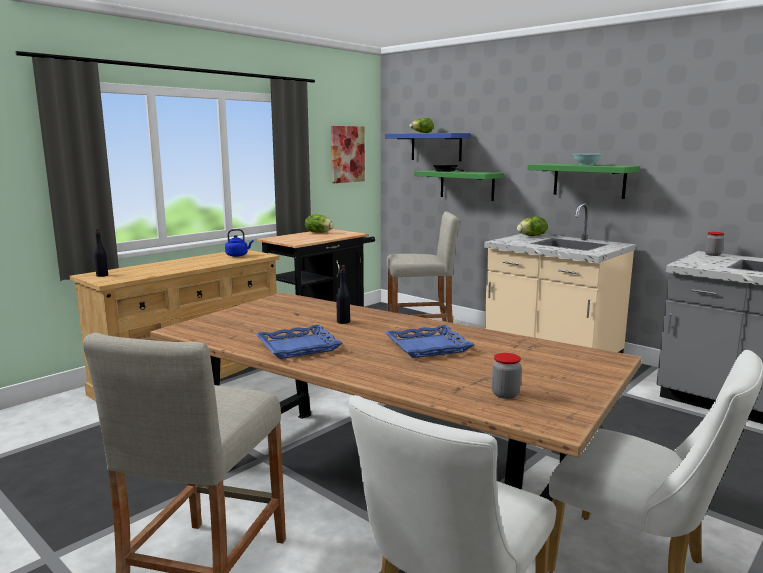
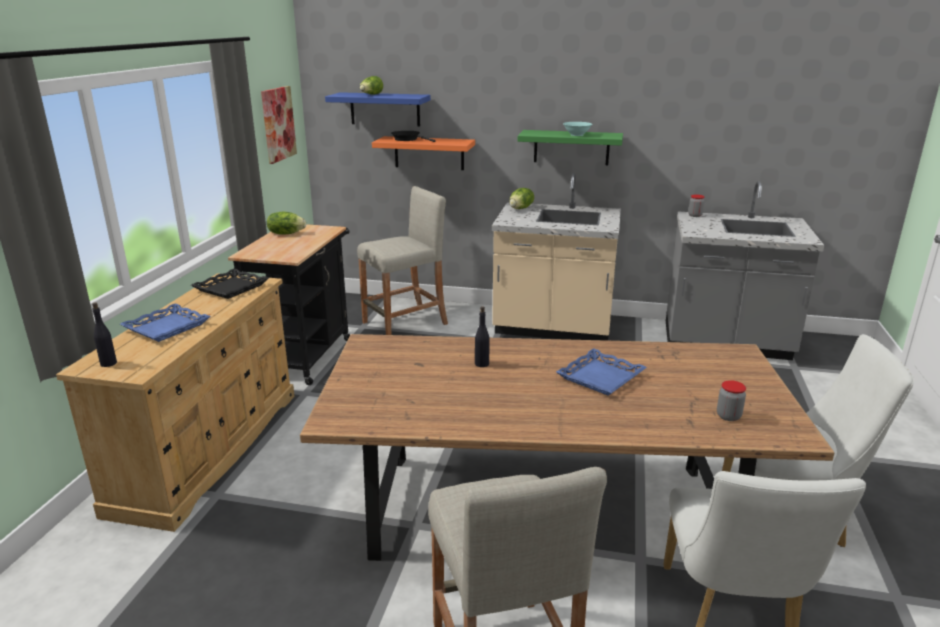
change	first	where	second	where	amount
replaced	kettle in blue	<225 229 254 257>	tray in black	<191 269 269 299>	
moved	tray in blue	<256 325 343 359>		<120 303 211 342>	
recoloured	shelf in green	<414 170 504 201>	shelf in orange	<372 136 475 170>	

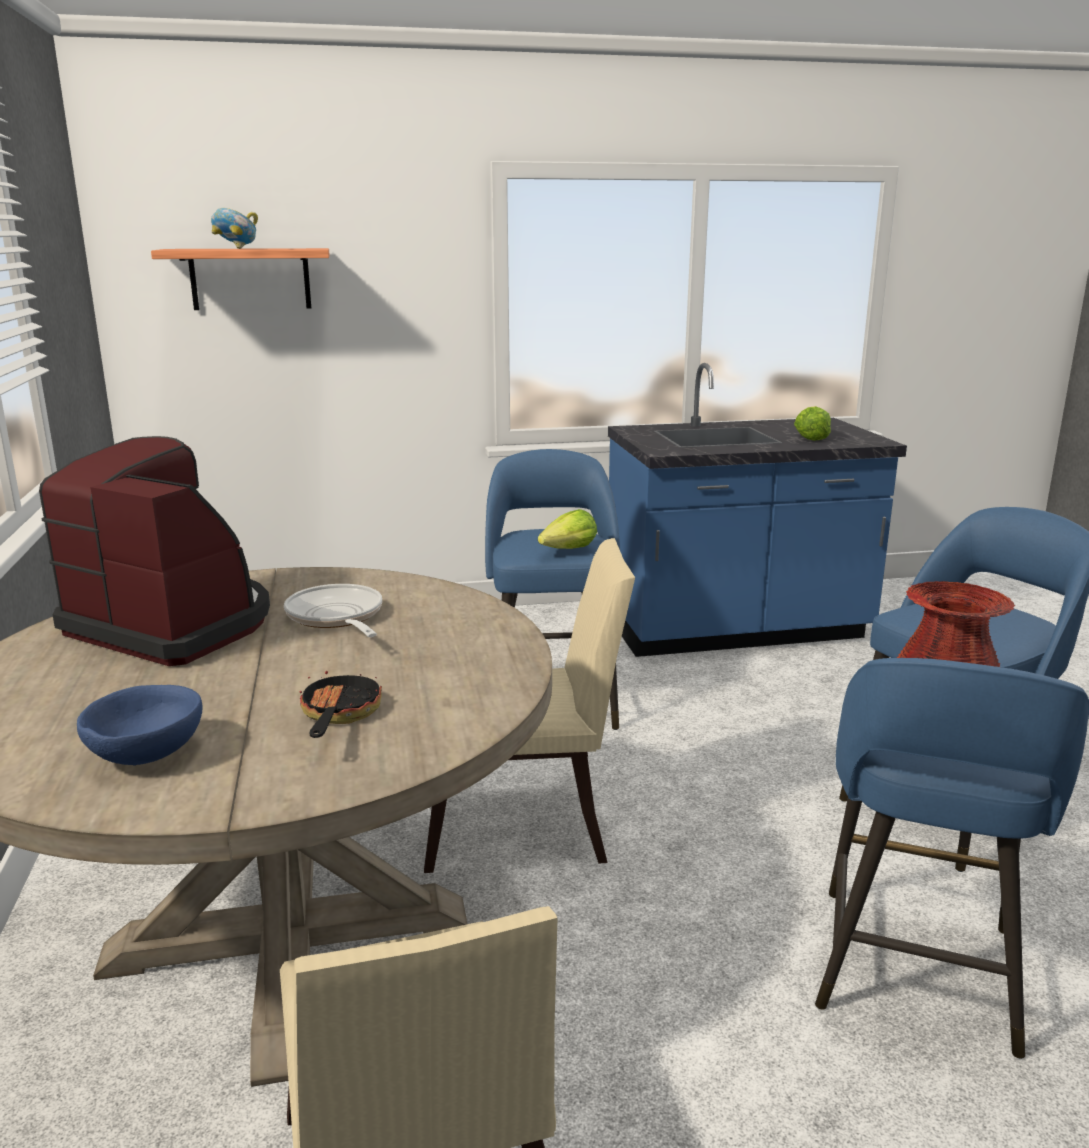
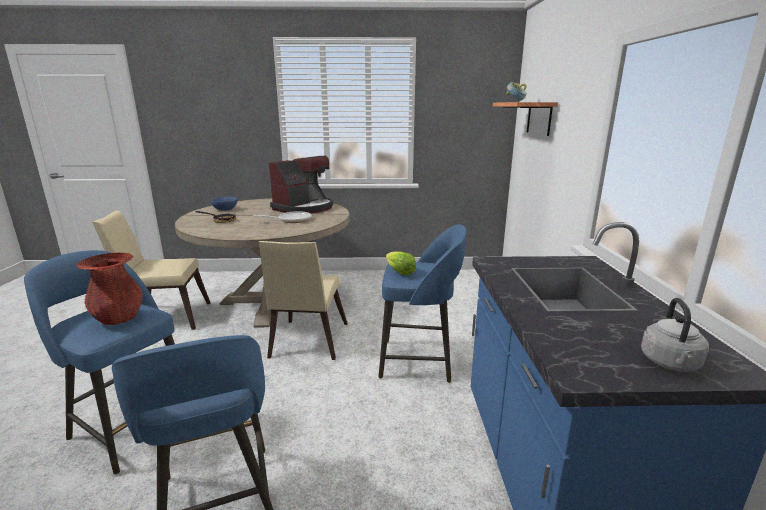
change	first	where	second	where	amount
removed	lettuce	<794 406 831 441>			
added			kettle in grey	<641 298 709 372>	

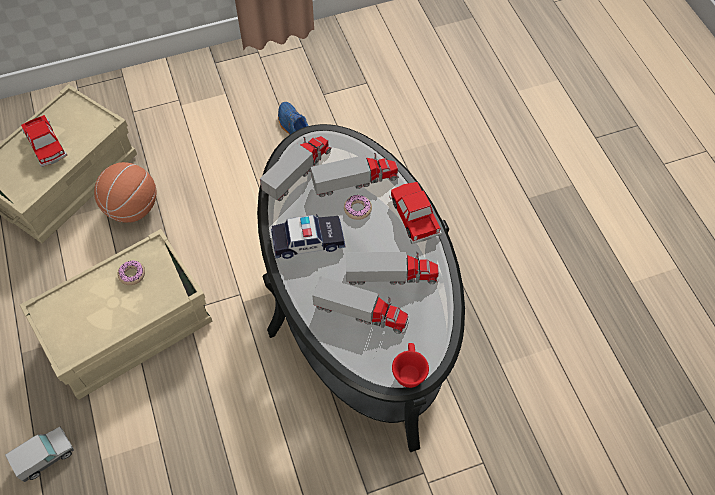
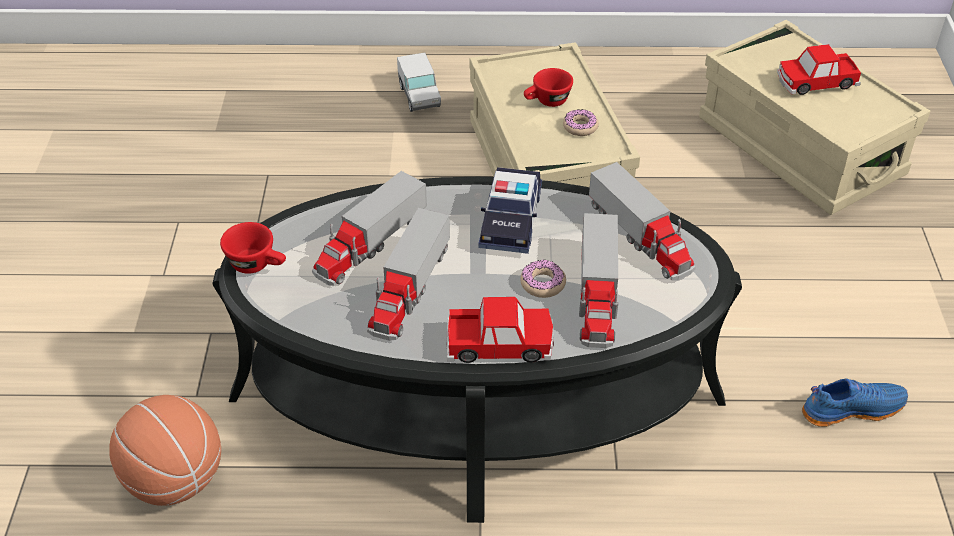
change	first	where	second	where	amount
moved	basketball	<94 162 157 223>		<109 395 221 506>	
added			cup in red	<524 68 573 107>	

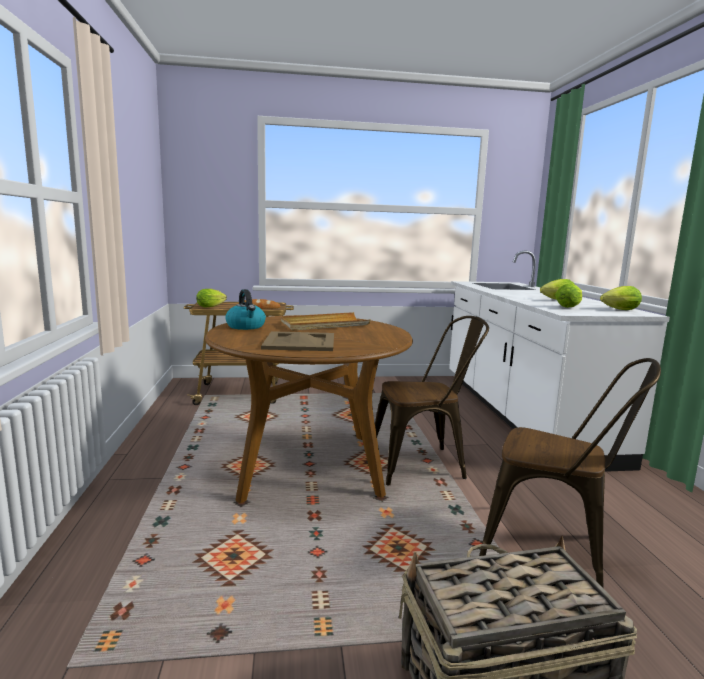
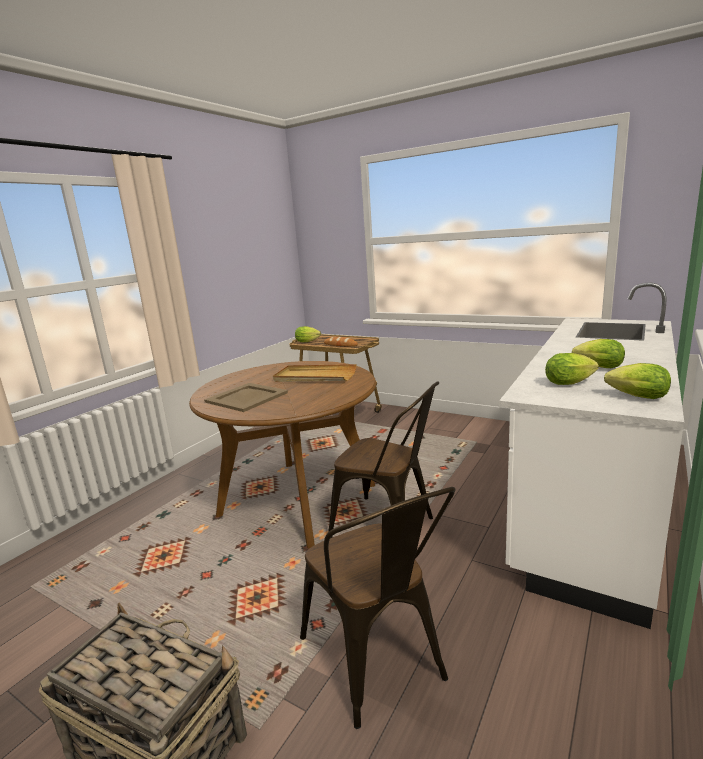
change	first	where	second	where	amount
removed	kettle	<225 289 266 330>			

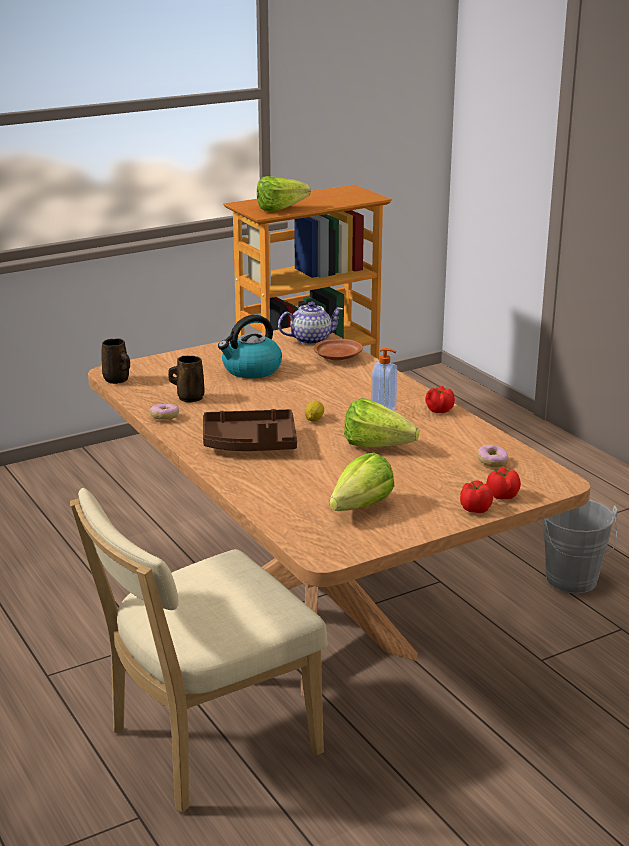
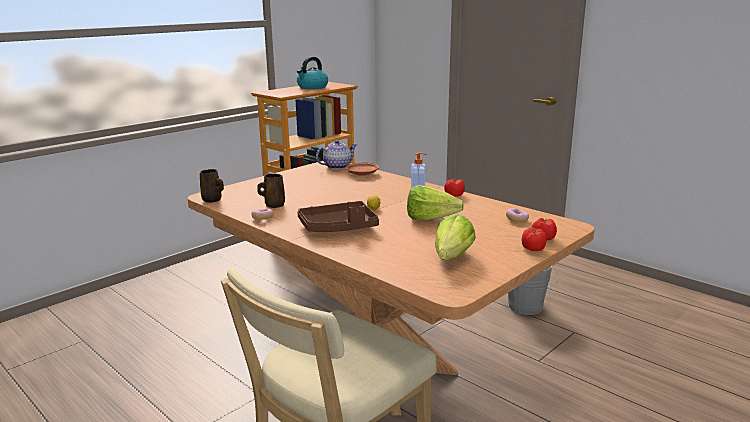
change	first	where	second	where	amount
moved	kettle	<218 315 282 379>		<297 57 328 89>	
removed	lettuce	<257 176 311 212>			

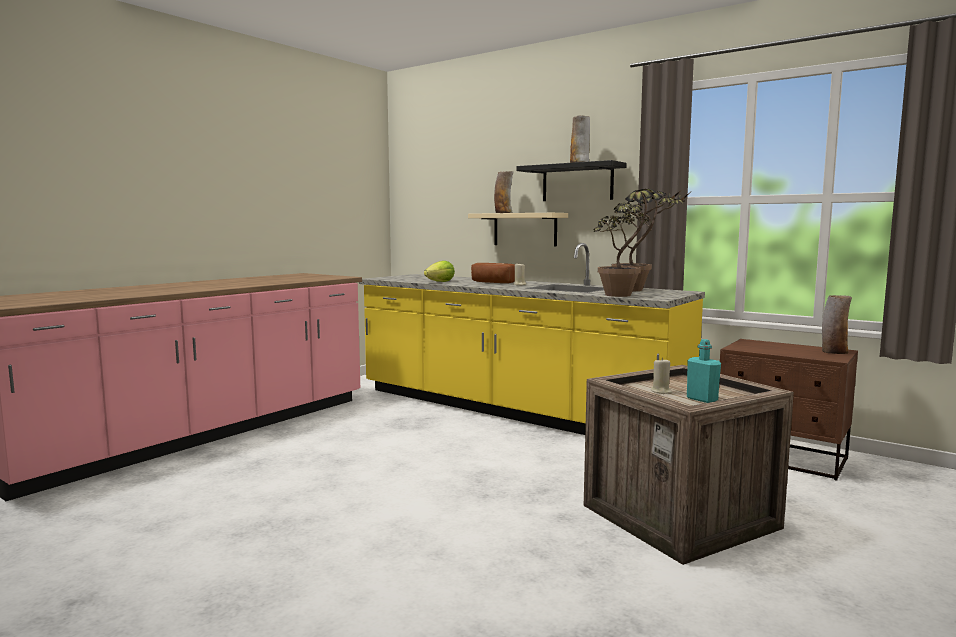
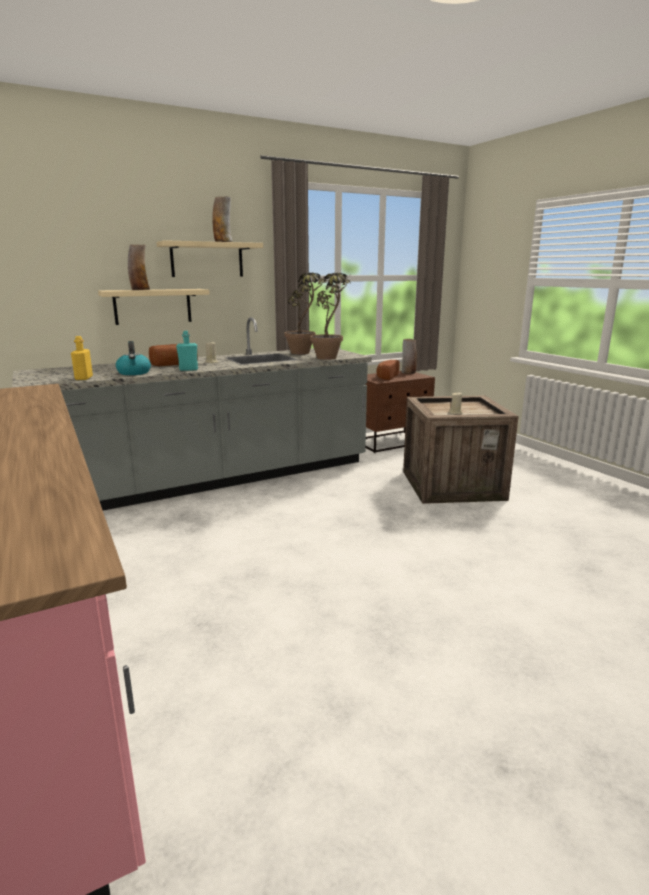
change	first	where	second	where	amount
recoloured	counter in yellow	<359 243 705 435>	counter in grey	<12 317 372 510>	
replaced	lettuce	<424 261 455 282>	kettle	<116 341 151 375>	
recoloured	shelf in black	<517 160 627 201>	shelf in beige	<156 240 263 277>	
moved	bottle in turquoise	<687 339 721 403>		<176 331 198 371>	
added			bottle in yellow	<71 336 93 380>	
added			bread	<376 360 400 380>	

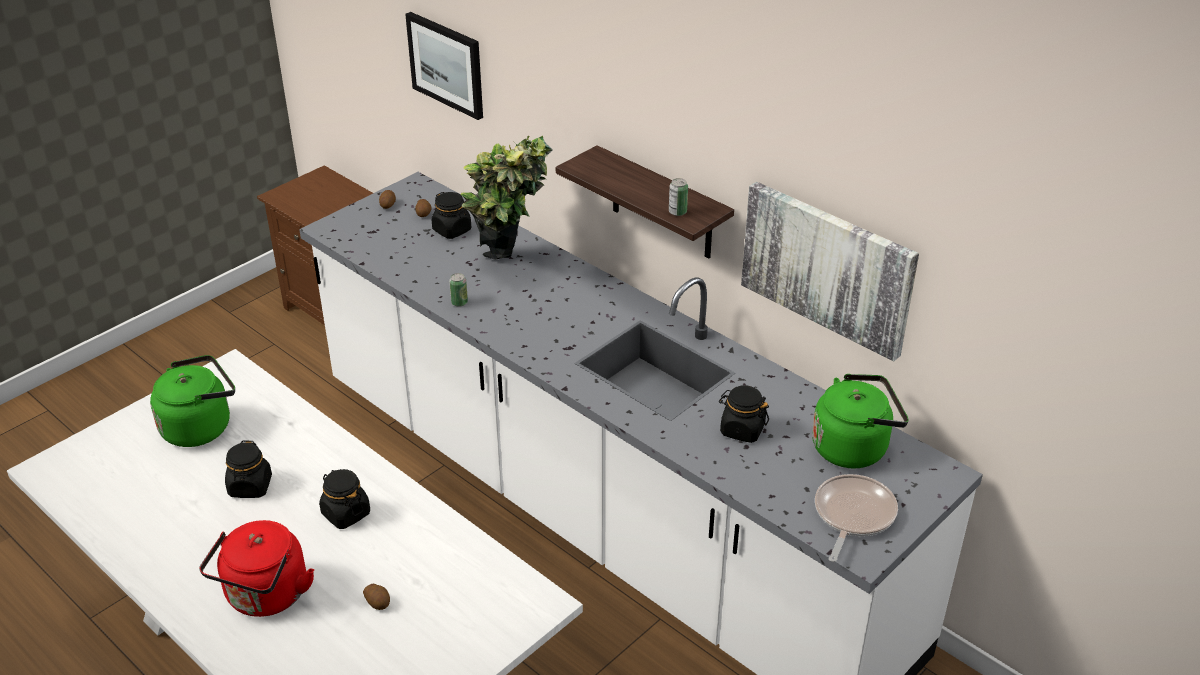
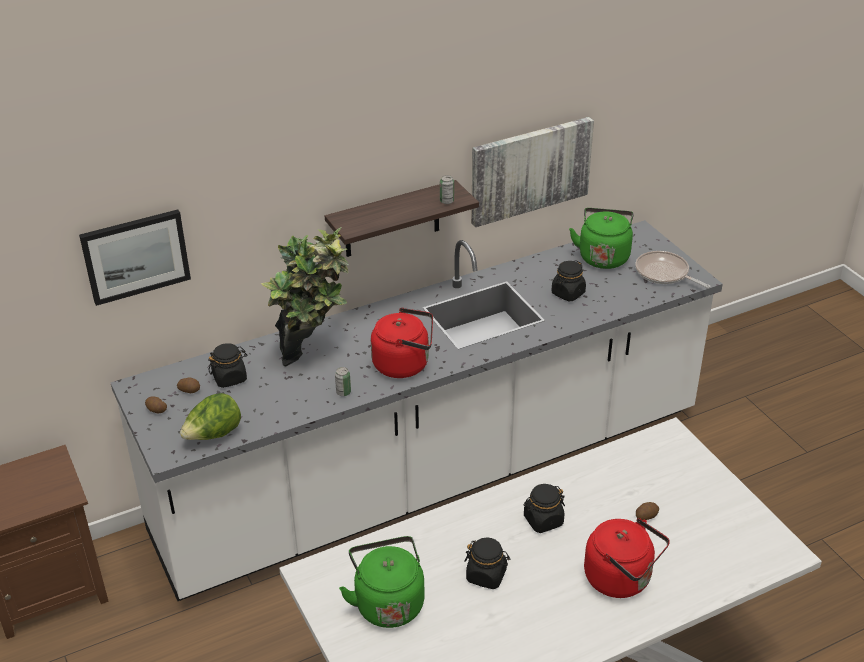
change	first	where	second	where	amount
added			lettuce	<180 393 241 440>	
added			kettle in red	<371 308 433 378>	

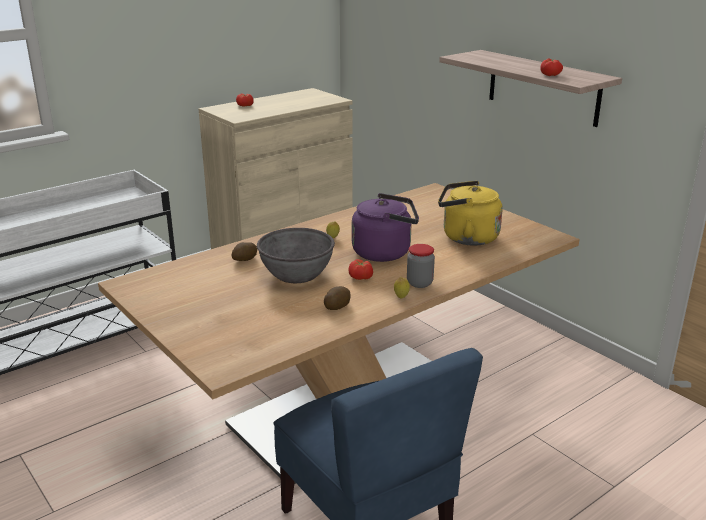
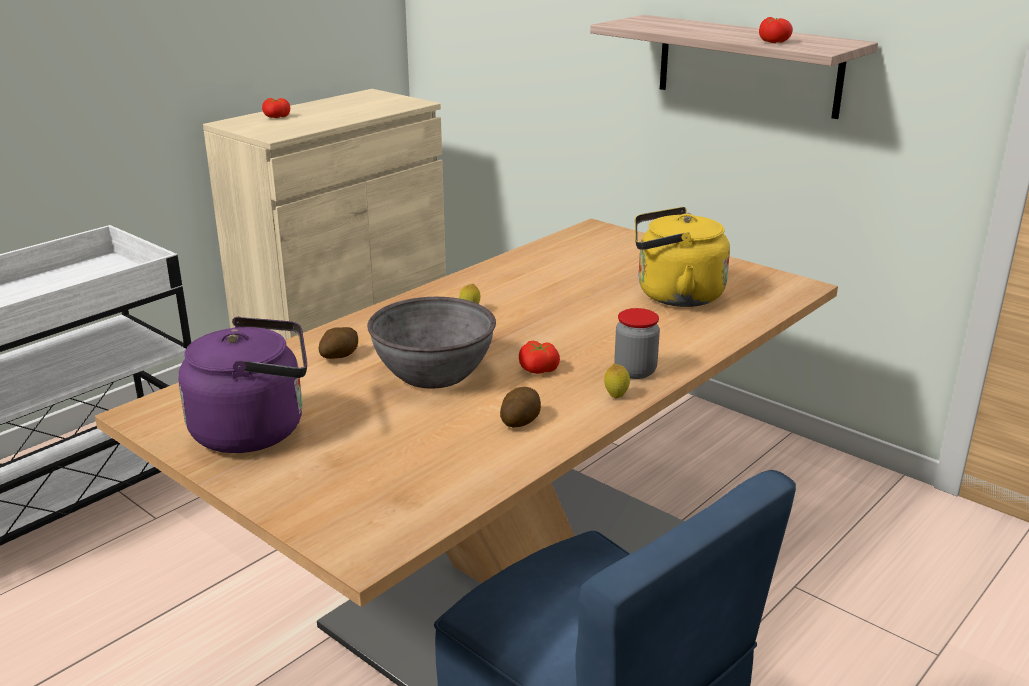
change	first	where	second	where	amount
moved	kettle in purple	<352 193 419 262>		<178 317 307 453>	

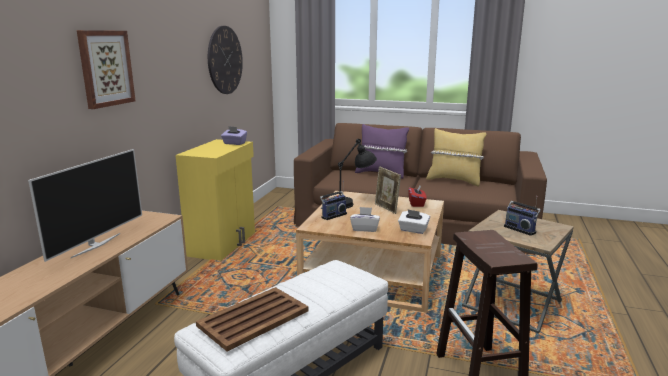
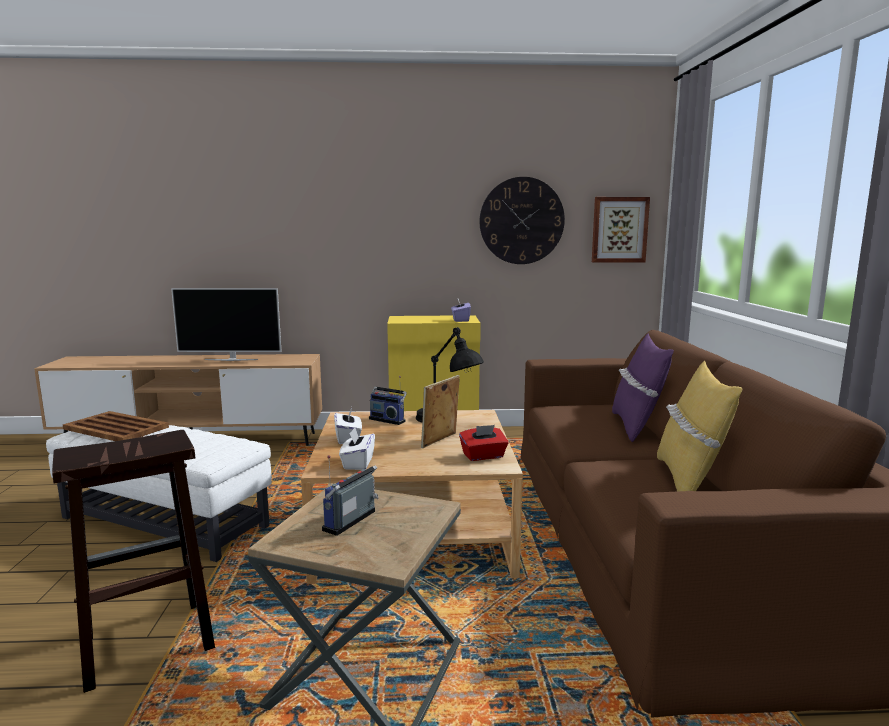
change	first	where	second	where	amount
moved	picture	<77 30 136 109>		<592 197 650 263>	

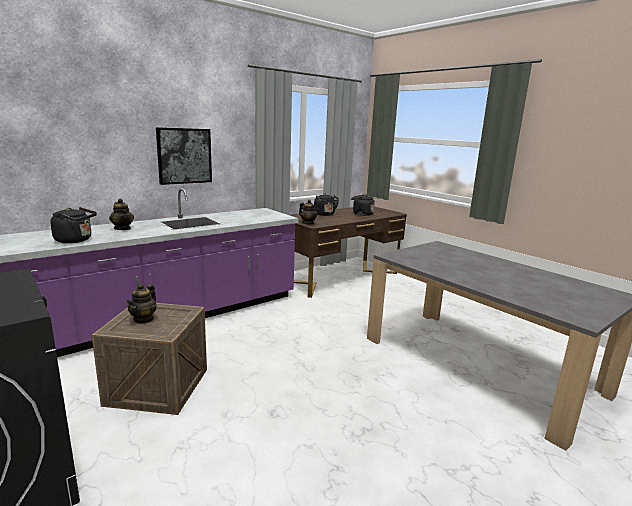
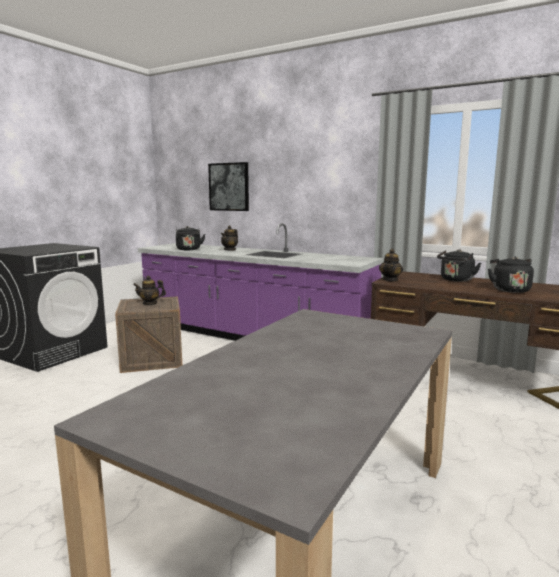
change	first	where	second	where	amount
moved	picture	<156 127 212 185>		<208 162 249 211>	

